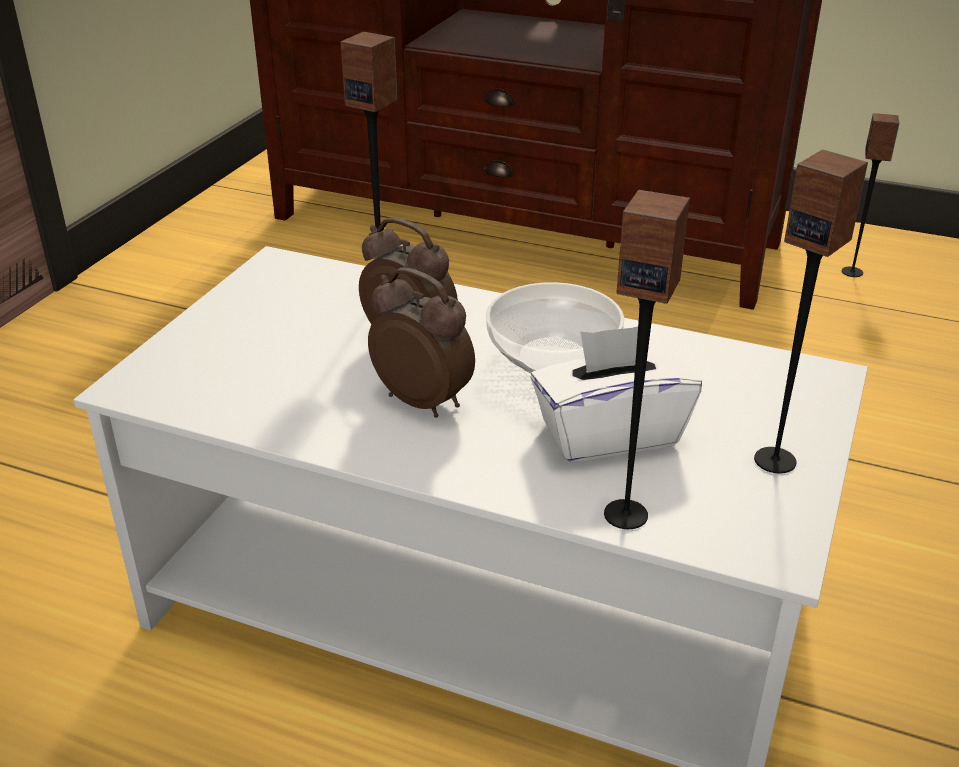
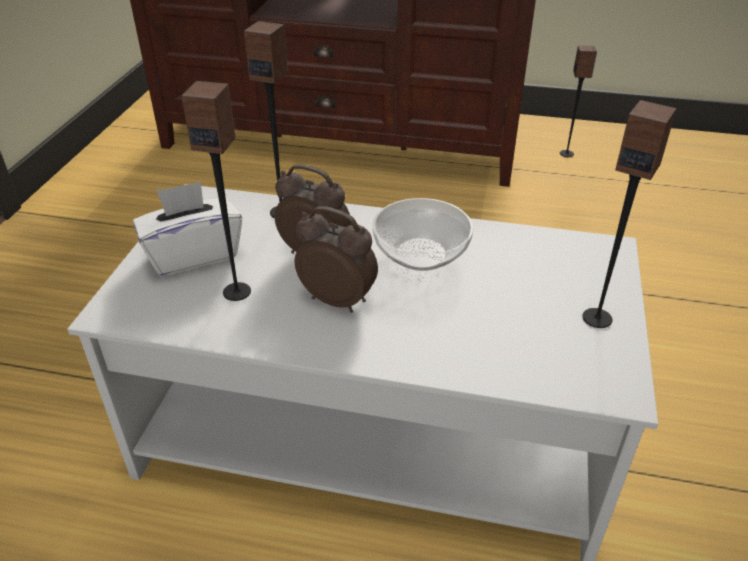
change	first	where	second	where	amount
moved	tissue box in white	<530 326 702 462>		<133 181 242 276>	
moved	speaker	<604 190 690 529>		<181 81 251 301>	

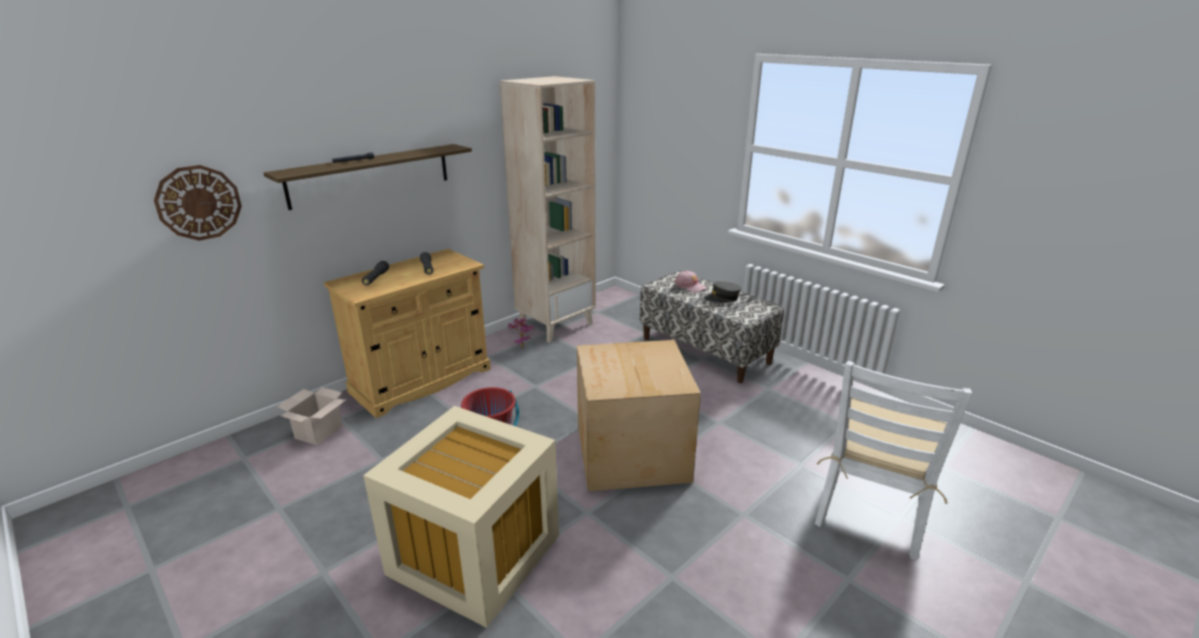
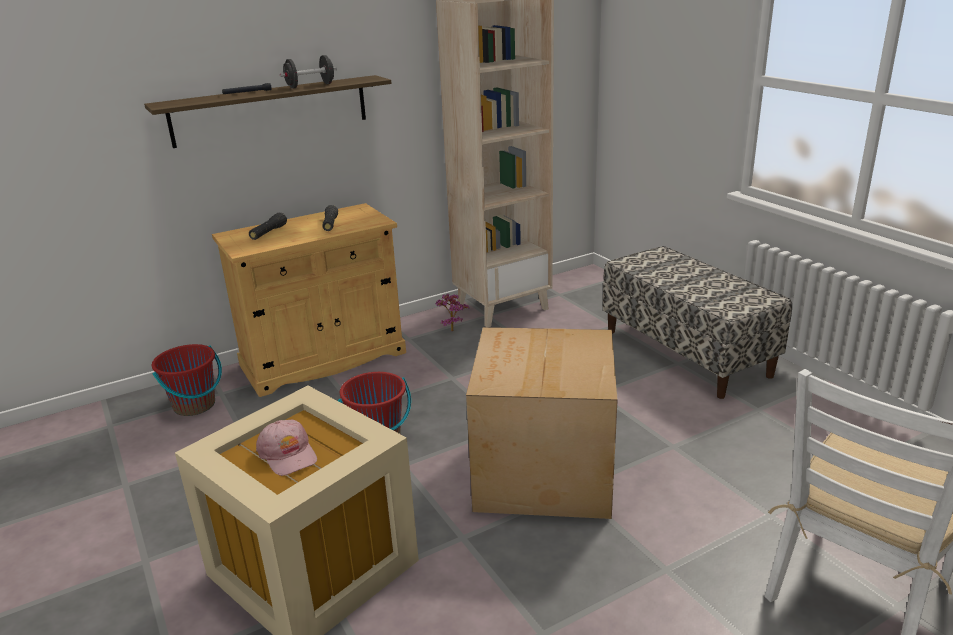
change	first	where	second	where	amount
removed	wall clock	<154 165 242 241>			
replaced	cardboard box	<277 387 346 445>	bucket in red	<152 344 222 416>	
moved	cap in pink	<675 271 707 293>		<256 420 317 476>	
removed	cap in grey	<704 281 741 303>			
added			dumbbell in black	<280 55 337 89>	

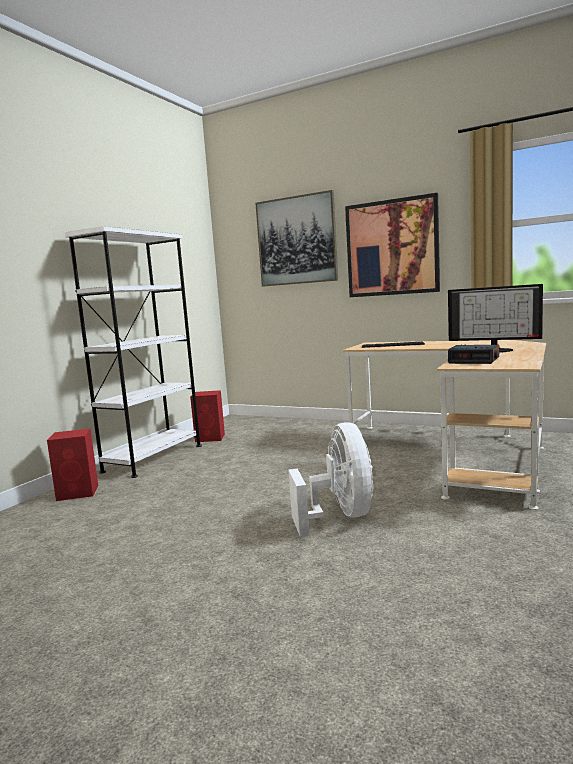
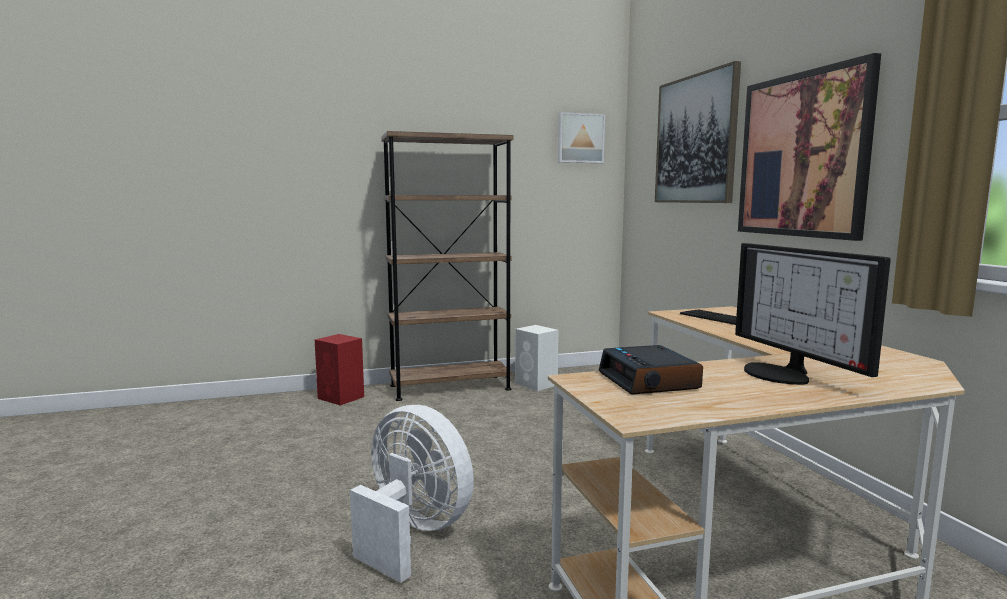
change	first	where	second	where	amount
recoloured	bookcase in white	<65 226 202 478>	bookcase in brown	<381 131 513 401>	
recoloured	speaker in red	<190 390 225 442>	speaker in white	<515 325 559 391>	
turned	fan in white	<288 422 373 537>		<350 405 474 583>	90 degrees counterclockwise
added			picture	<558 112 605 163>	

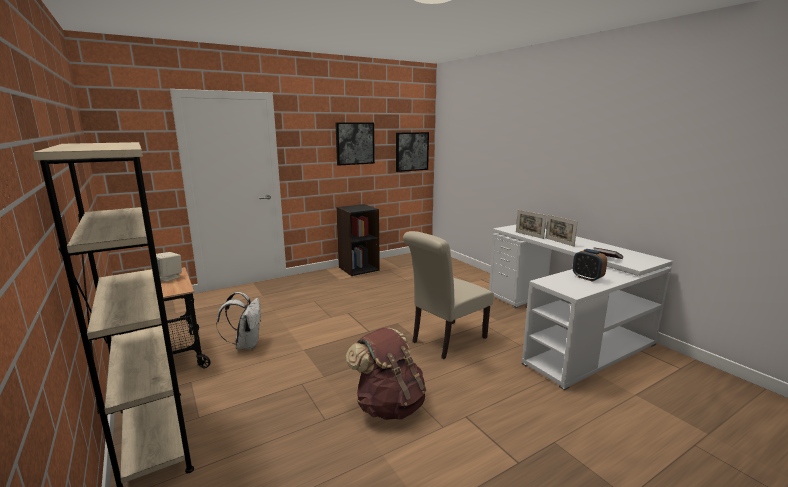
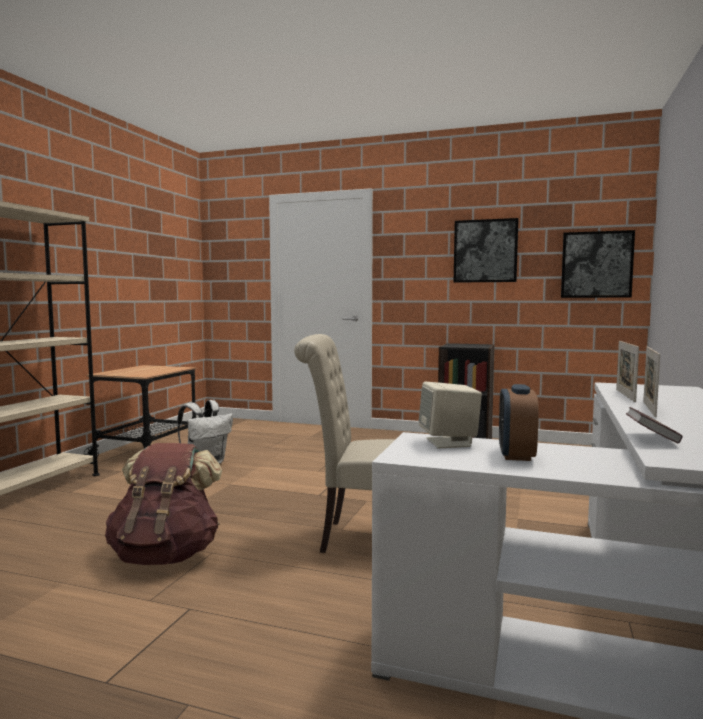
change	first	where	second	where	amount
moved	speaker in beige	<150 252 182 282>		<419 382 482 448>	

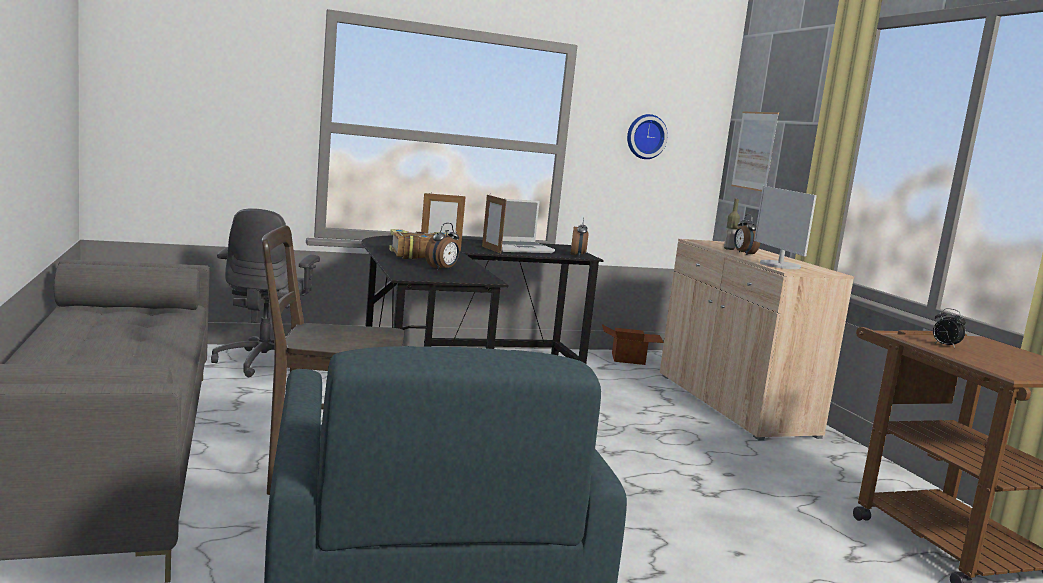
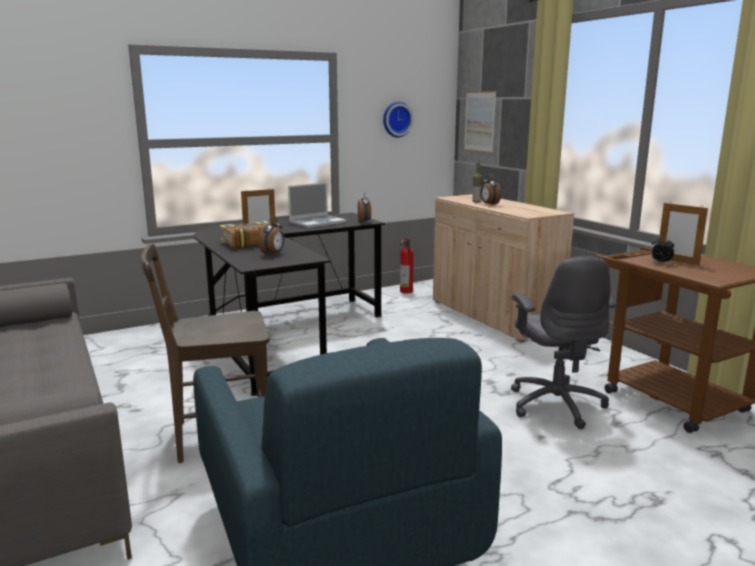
change	first	where	second	where	amount
moved	office chair in grey	<211 208 320 377>		<511 256 617 429>	
moved	picture frame	<482 195 506 254>		<659 202 708 265>	
replaced	cardboard box	<602 324 664 365>	fire extinguisher	<400 238 413 293>	
removed	monitor	<754 186 817 269>			

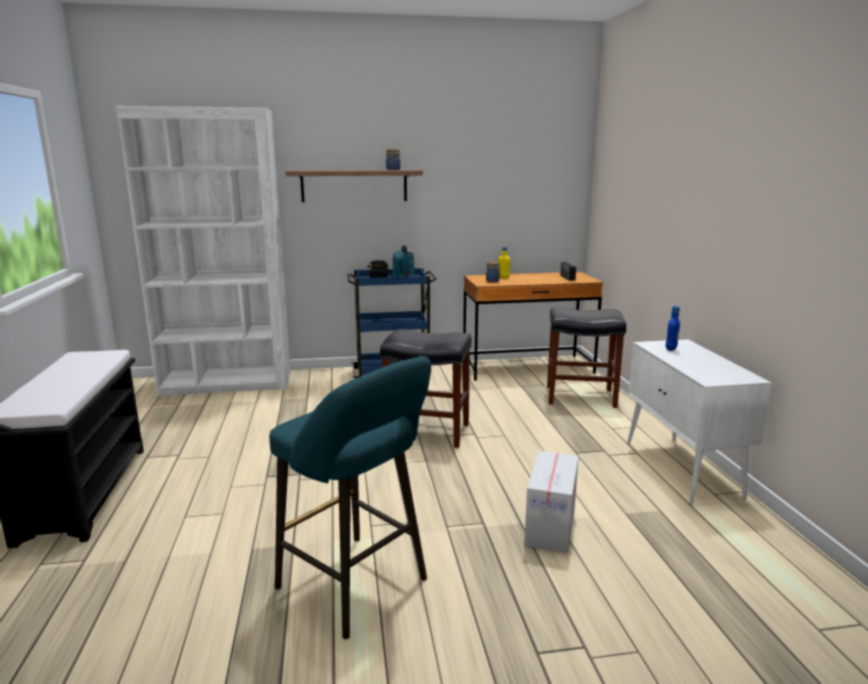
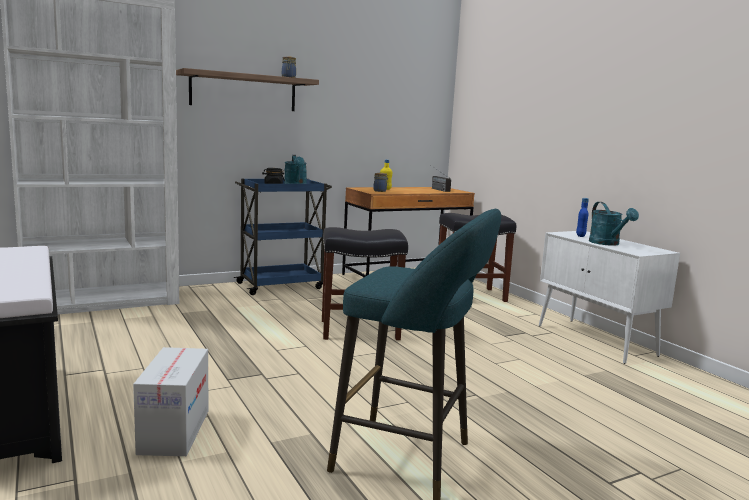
change	first	where	second	where	amount
moved	cardboard box	<524 451 579 553>		<133 347 208 456>	
added			watering can in turquoise	<589 202 639 246>	

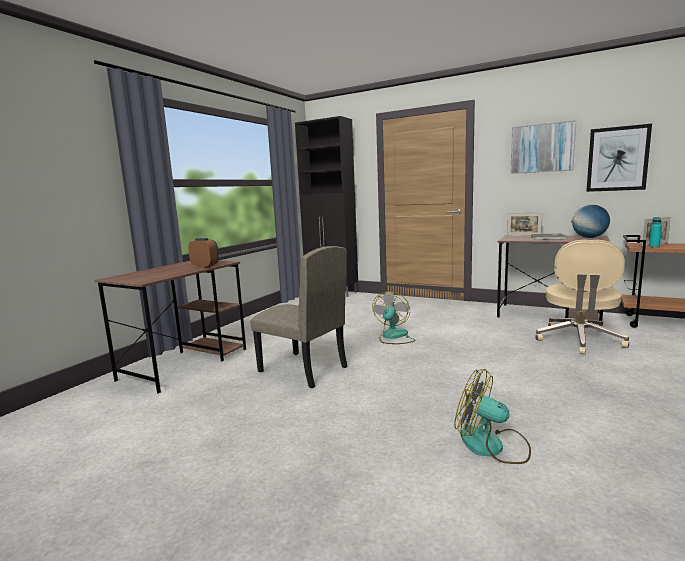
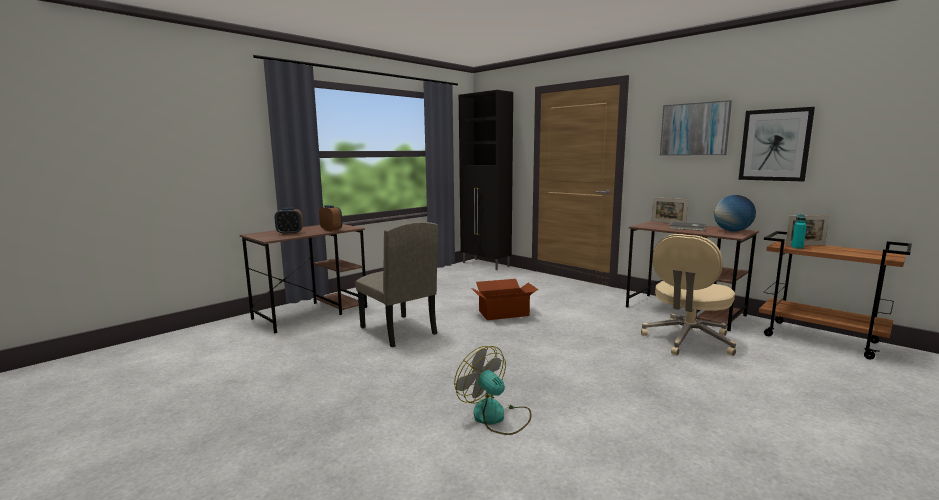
change	first	where	second	where	amount
replaced	fan	<372 291 415 344>	cardboard box	<470 279 538 320>	
added			alarm clock	<275 208 303 235>	

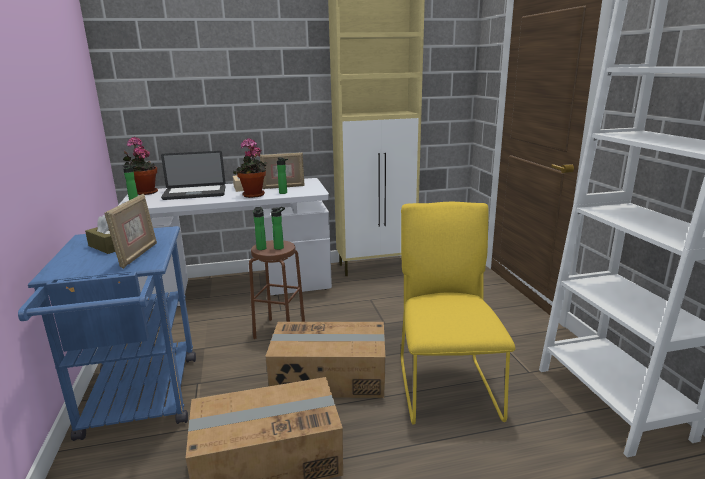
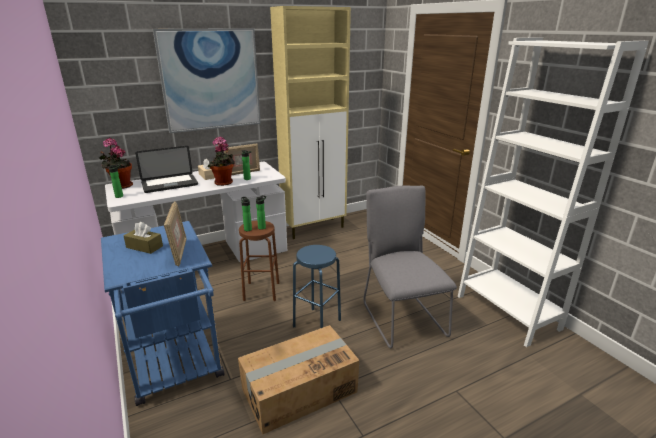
change	first	where	second	where	amount
replaced	cardboard box	<265 322 385 398>	stool in blue	<293 245 341 328>	
recoloured	chair in yellow	<401 202 515 425>	chair in grey	<363 186 457 349>	
added			picture	<153 28 261 133>	

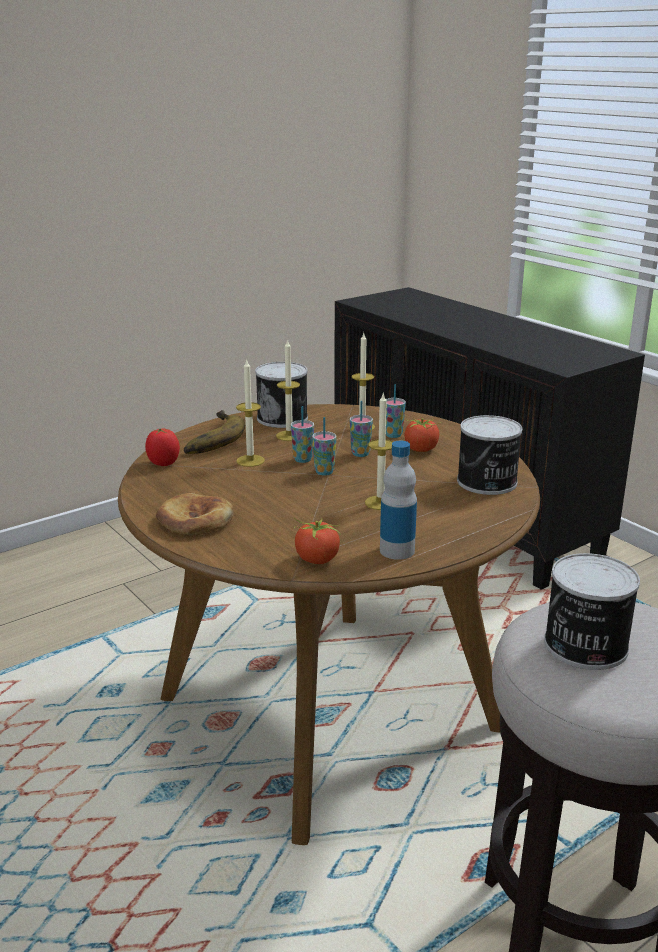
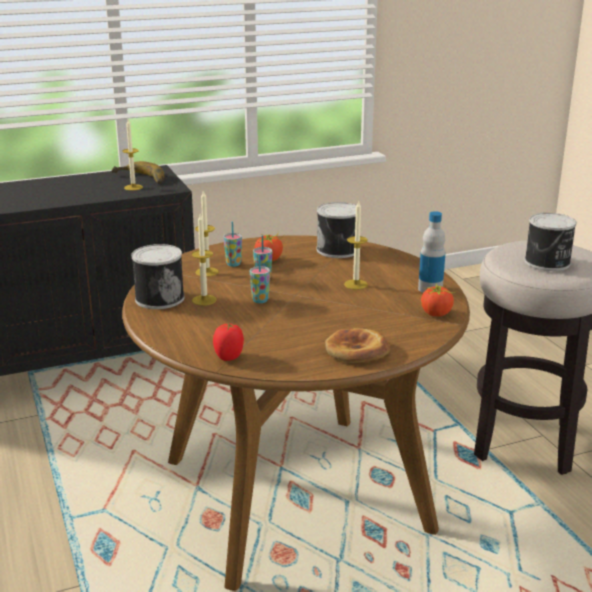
change	first	where	second	where	amount
moved	banana	<184 410 245 454>		<112 161 165 184>	
moved	candle	<236 360 265 467>		<122 120 143 191>	
removed	cup	<312 417 336 475>			

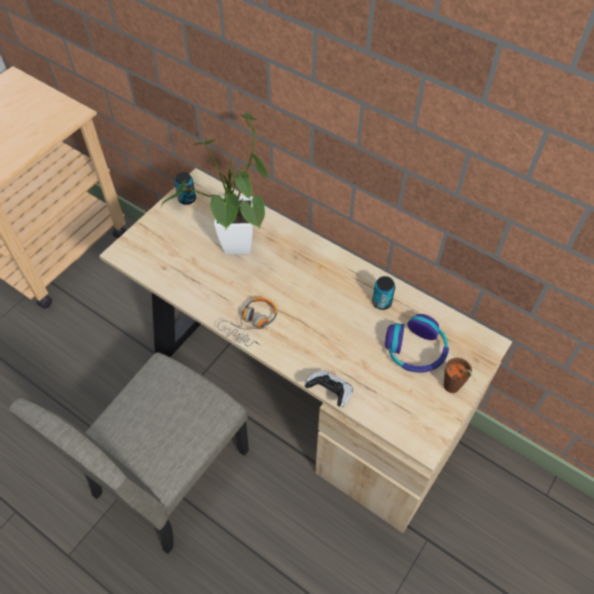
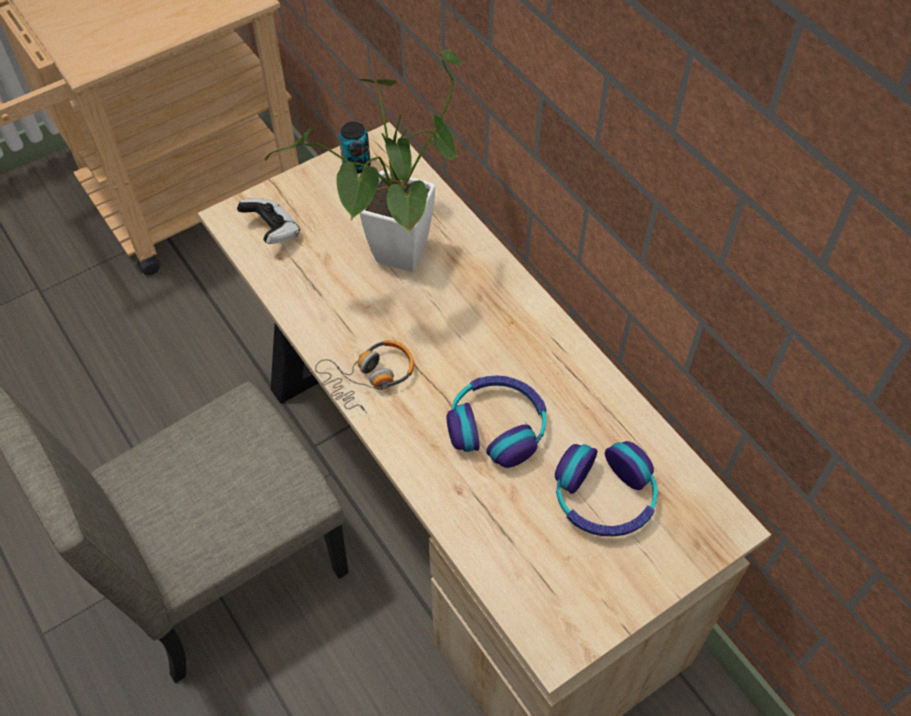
change	first	where	second	where	amount
moved	game controller	<304 370 353 407>		<237 198 300 244>	
removed	can	<372 276 395 310>			
removed	cup in brown	<444 357 477 393>			
added			headphones	<447 376 547 468>	

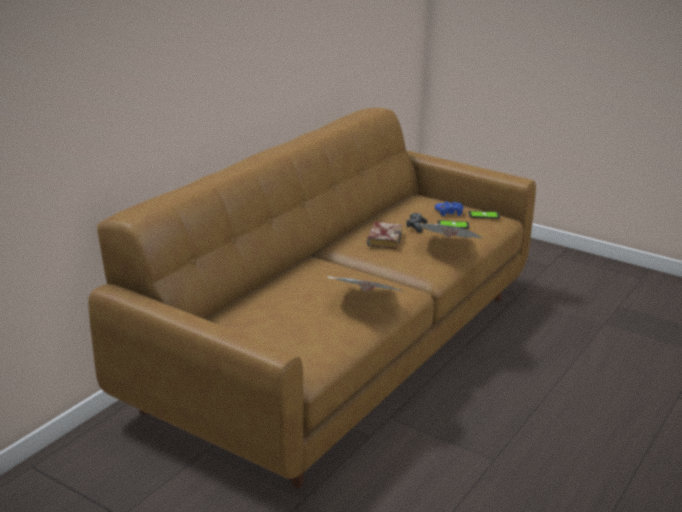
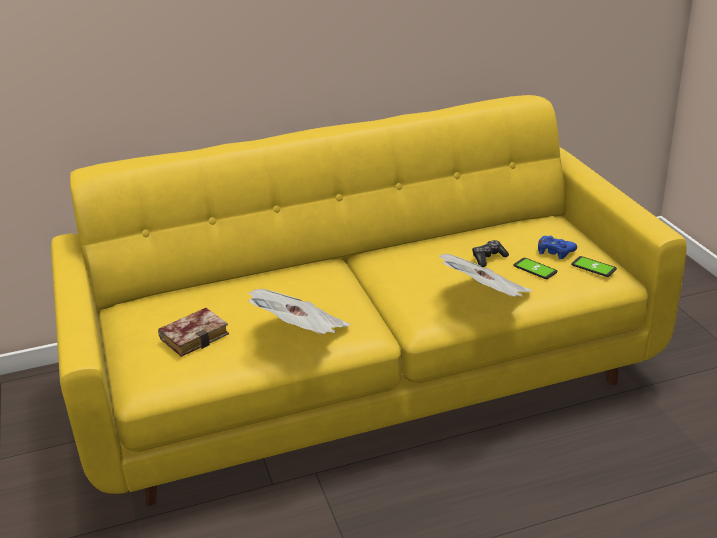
change	first	where	second	where	amount
recoloured	sofa in brown	<88 108 536 488>	sofa in yellow	<51 95 687 506>	
moved	book	<367 222 403 249>		<158 308 229 357>	

